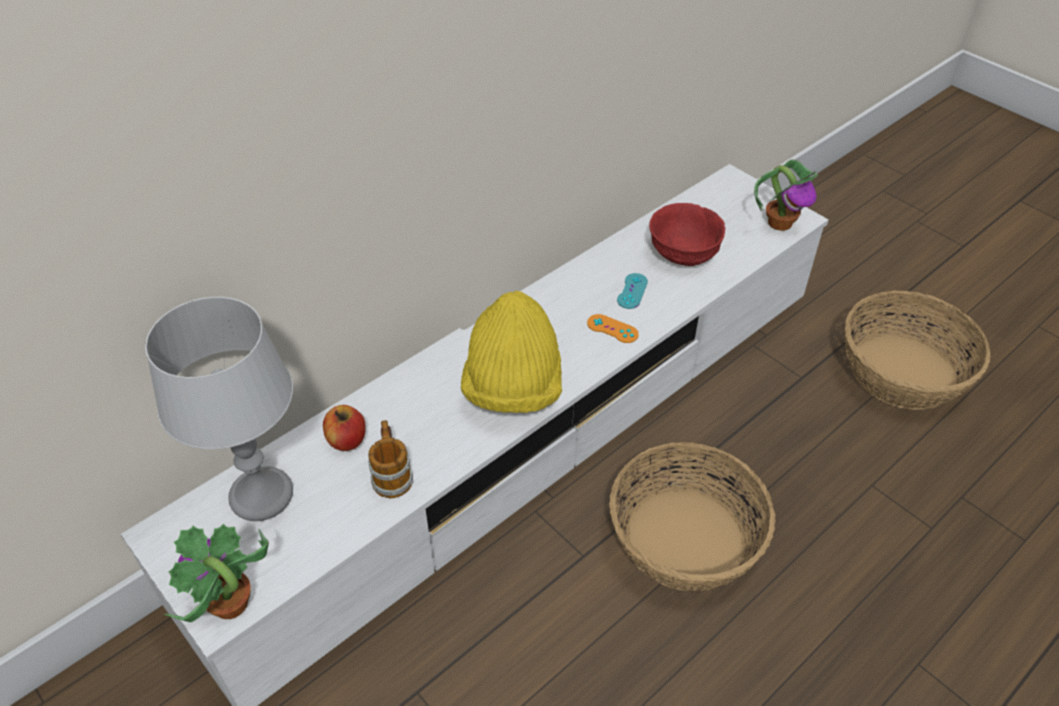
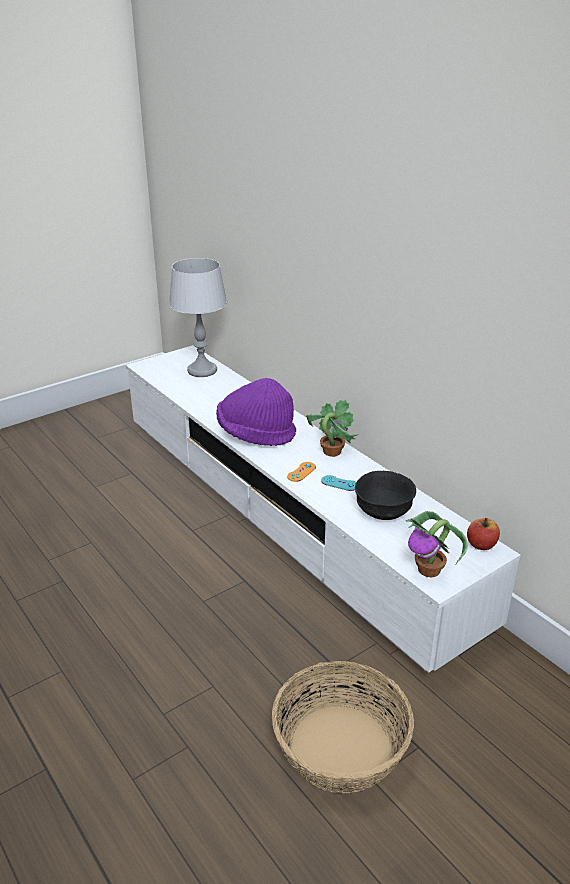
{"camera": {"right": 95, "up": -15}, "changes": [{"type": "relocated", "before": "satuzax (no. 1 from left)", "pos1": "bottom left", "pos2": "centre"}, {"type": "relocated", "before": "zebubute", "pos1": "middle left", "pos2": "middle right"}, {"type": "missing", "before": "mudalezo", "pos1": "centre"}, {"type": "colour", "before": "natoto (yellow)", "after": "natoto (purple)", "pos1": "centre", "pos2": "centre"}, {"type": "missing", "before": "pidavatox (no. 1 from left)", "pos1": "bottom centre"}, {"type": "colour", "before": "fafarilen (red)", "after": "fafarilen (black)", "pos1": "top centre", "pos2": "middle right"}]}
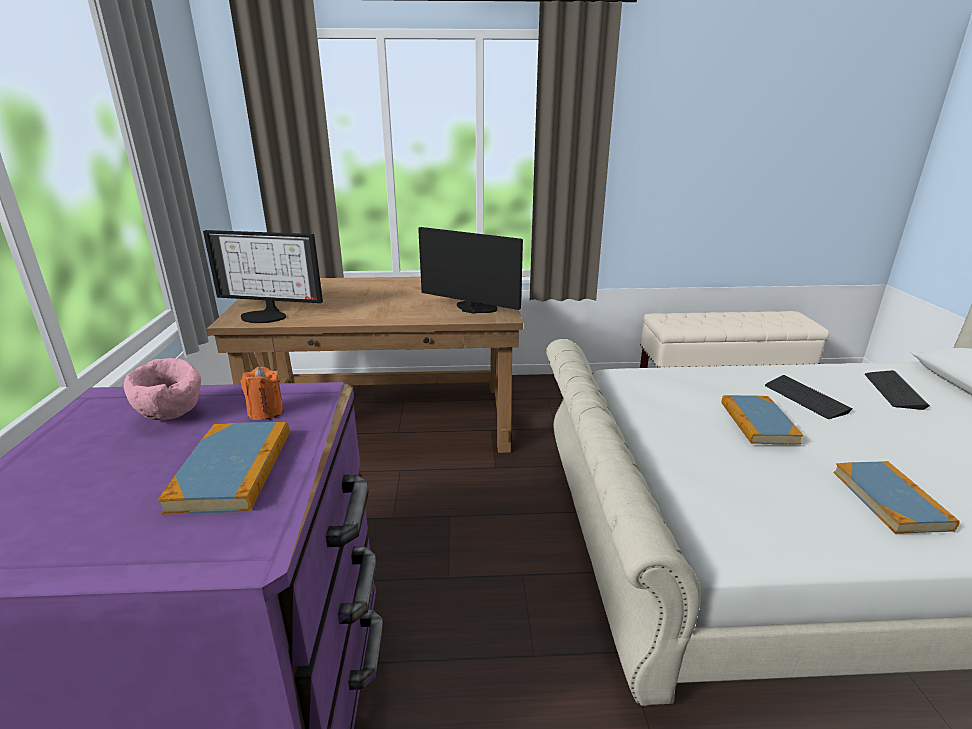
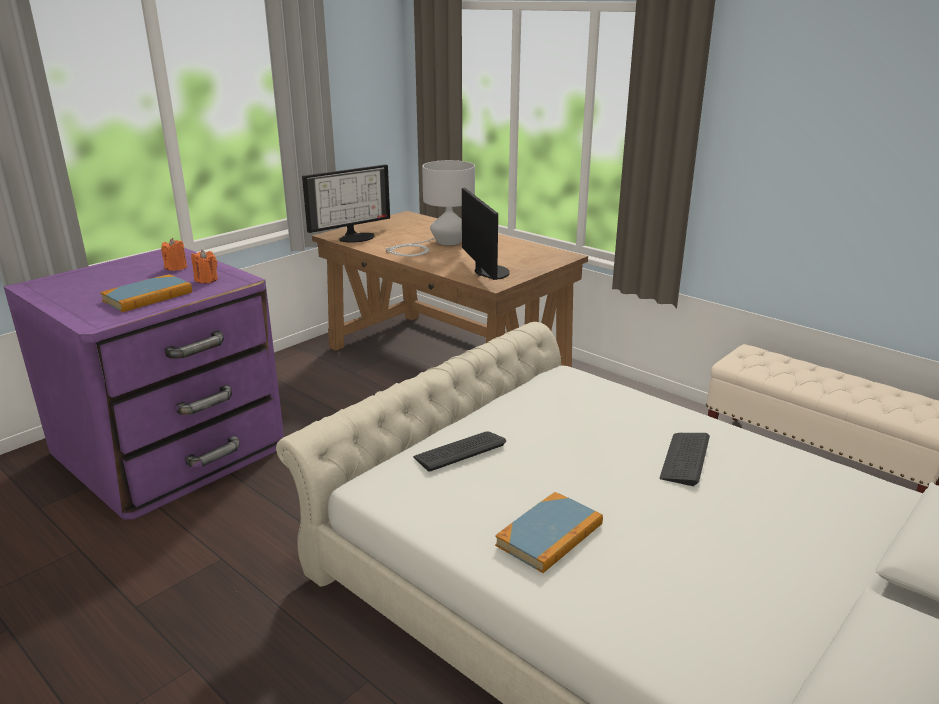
{"camera": {"right": 45, "up": 0}, "changes": [{"type": "exchanged", "before": "fafarilen (pink)", "after": "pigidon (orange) (no. 1 from left)", "pos1": "middle left", "pos2": "middle left"}, {"type": "spun", "before": "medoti (no. 1 from left)", "pos1": "middle left", "pos2": "top centre", "turn": -90}, {"type": "missing", "before": "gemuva (no. 2 from left)", "pos1": "middle right"}, {"type": "relocated", "before": "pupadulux (no. 2 from left in the first image)", "after": "pupadulux (no. 1 from left)", "pos1": "middle right", "pos2": "centre"}, {"type": "appeared", "after": "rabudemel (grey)", "pos2": "top centre"}]}
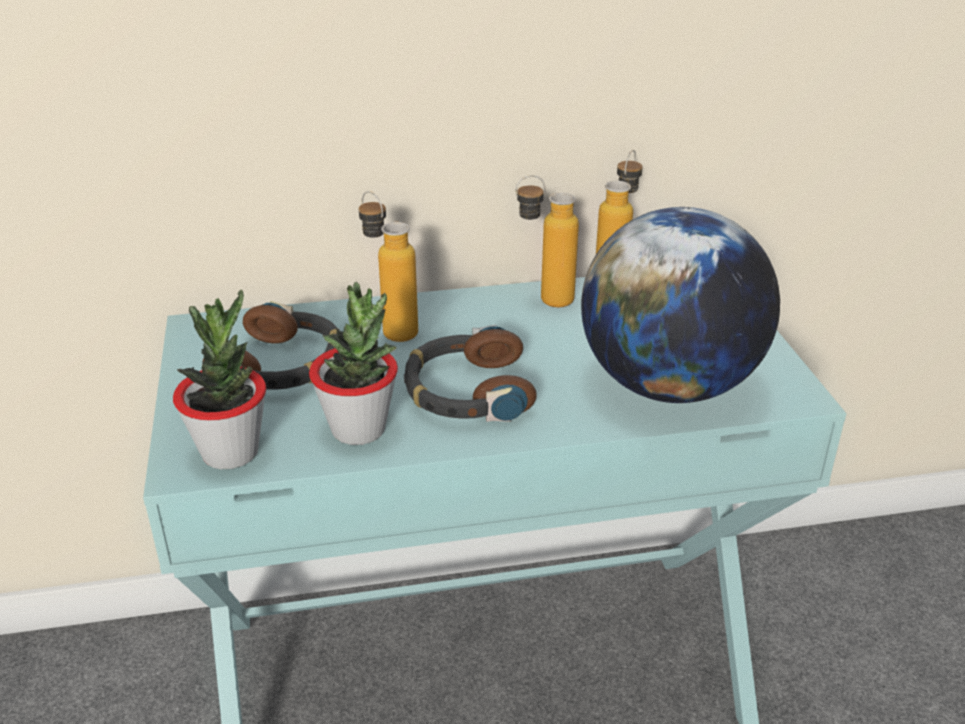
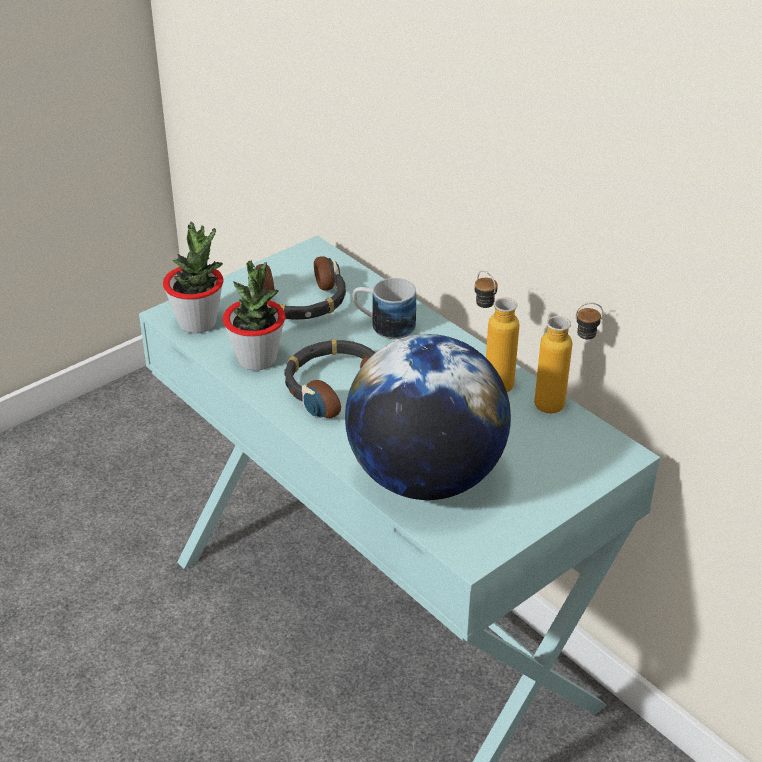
{"camera": {"right": 60, "up": 5}, "changes": [{"type": "exchanged", "before": "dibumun (no. 1 from left)", "after": "mudalezo", "pos1": "centre", "pos2": "centre"}]}
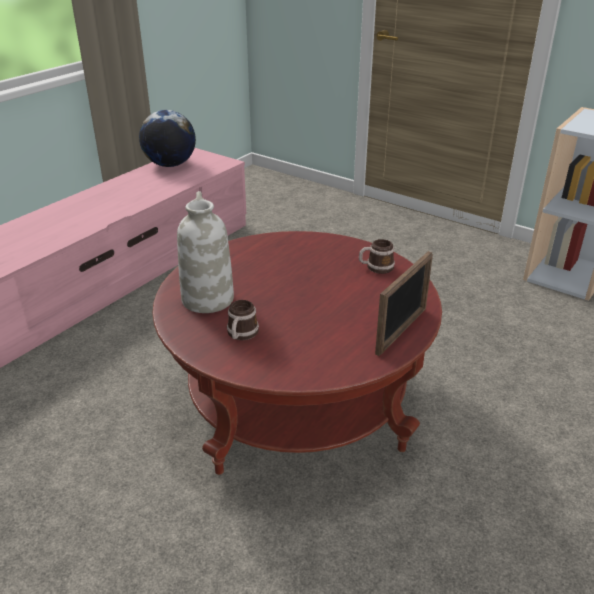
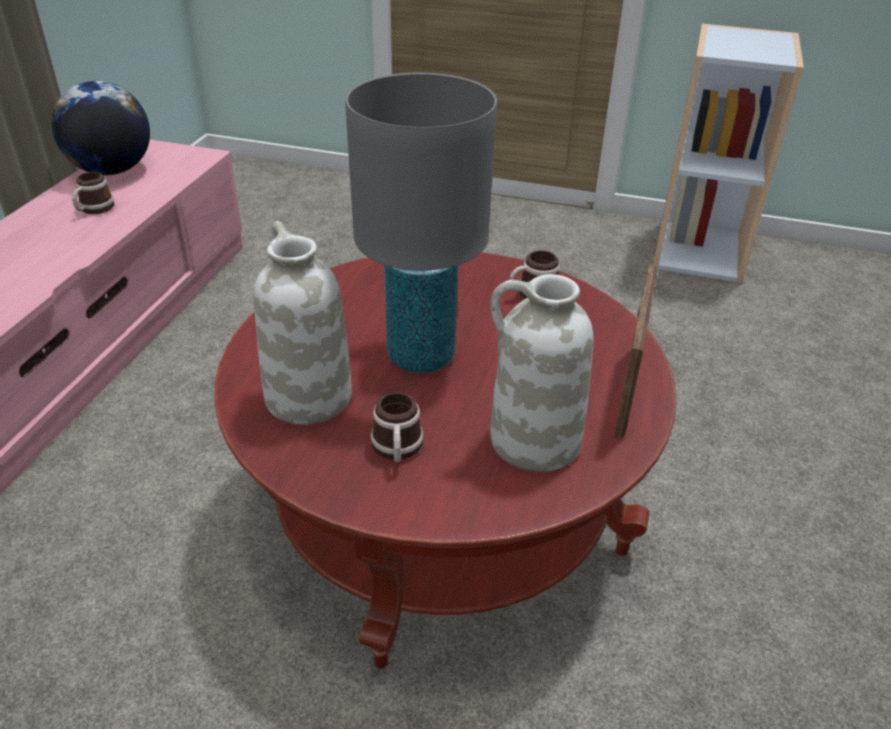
{"camera": {"right": -20, "up": 5}, "changes": [{"type": "appeared", "after": "mudalezo (no. 1 from left)", "pos2": "top left"}, {"type": "appeared", "after": "rabudemel (grey)", "pos2": "top centre"}, {"type": "appeared", "after": "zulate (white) (no. 2 from left)", "pos2": "centre"}]}
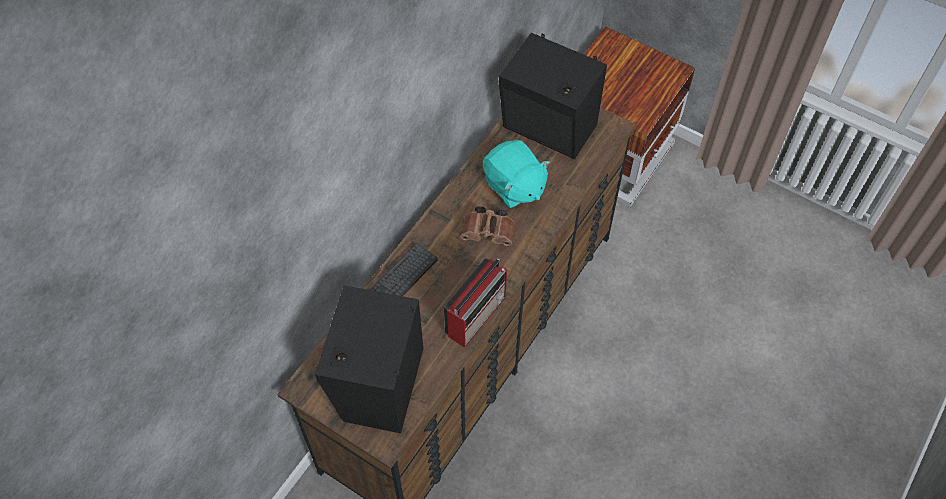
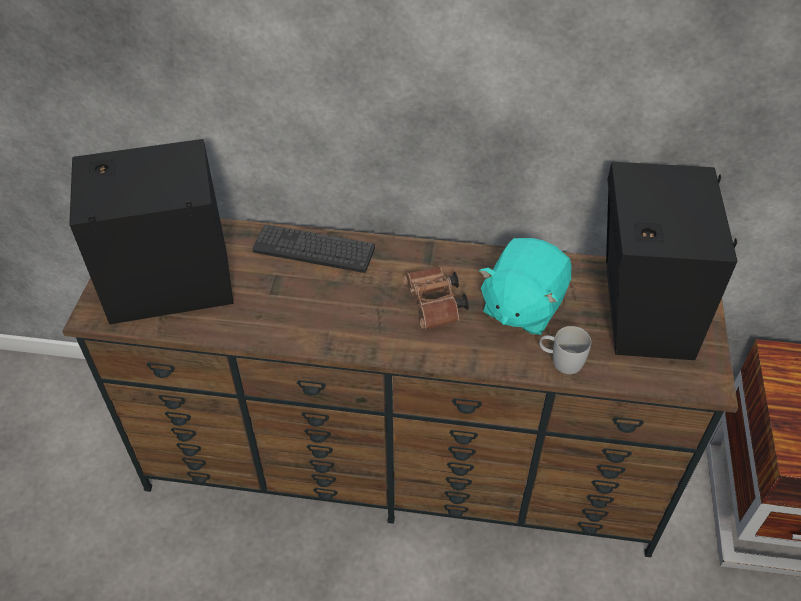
{"camera": {"right": 65, "up": -10}, "changes": [{"type": "missing", "before": "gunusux", "pos1": "centre"}, {"type": "appeared", "after": "mudalezo (white)", "pos2": "middle right"}]}
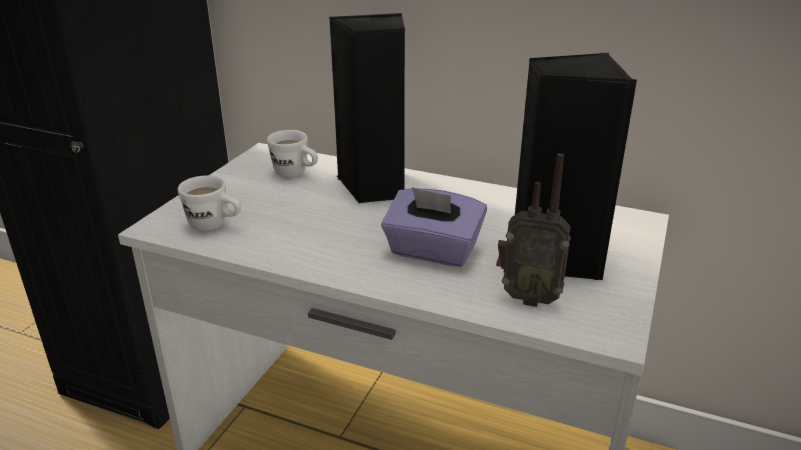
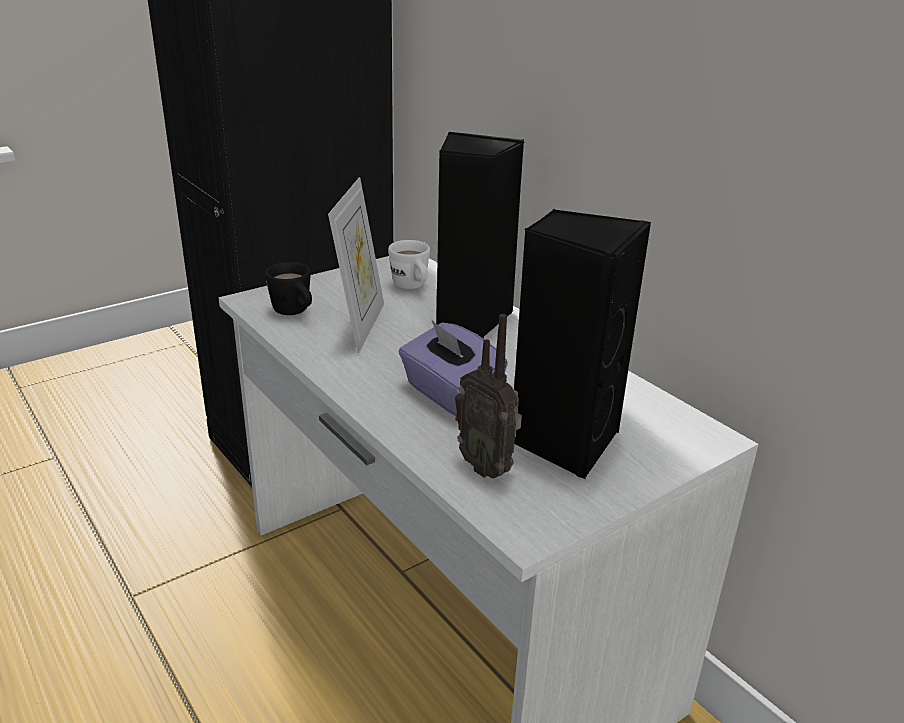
{"camera": {"right": 30, "up": 0}, "changes": [{"type": "colour", "before": "mudalezo (white) (no. 1 from left)", "after": "mudalezo (black)", "pos1": "middle left", "pos2": "middle left"}, {"type": "appeared", "after": "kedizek", "pos2": "centre"}]}
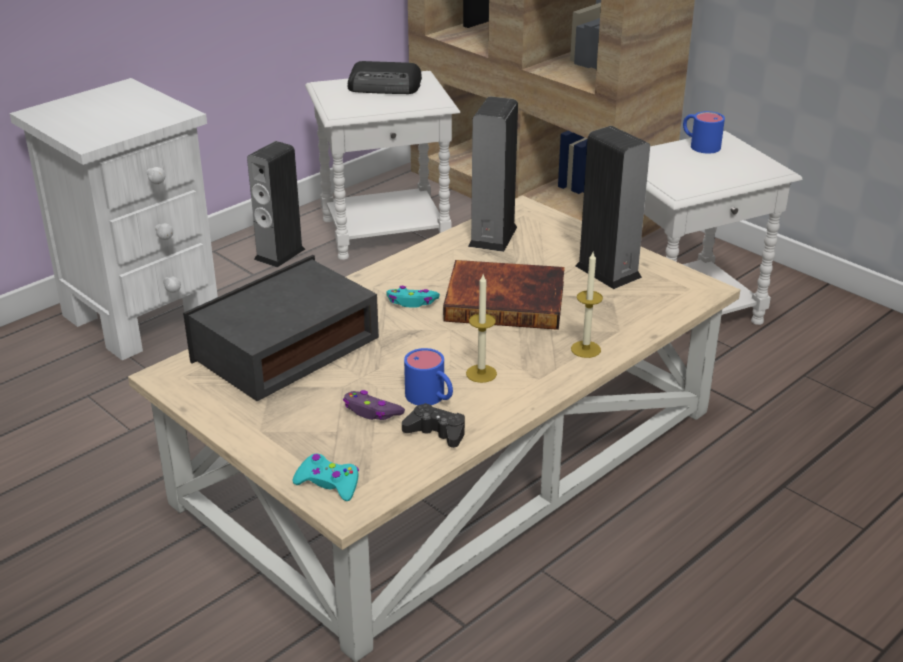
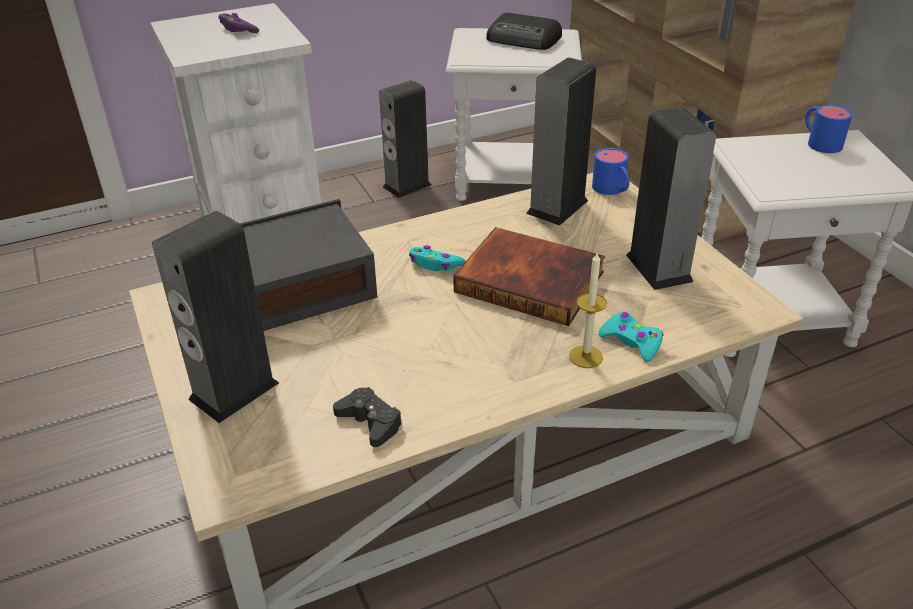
{"camera": {"right": 20, "up": 5}, "changes": [{"type": "relocated", "before": "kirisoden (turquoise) (no. 1 from left in the first image)", "after": "kirisoden (turquoise) (no. 2 from left)", "pos1": "bottom centre", "pos2": "middle right"}, {"type": "relocated", "before": "kirisoden (purple)", "pos1": "centre", "pos2": "top left"}, {"type": "relocated", "before": "mudalezo (blue) (no. 1 from left)", "pos1": "centre", "pos2": "top right"}, {"type": "missing", "before": "pigidon (no. 1 from left)", "pos1": "centre"}, {"type": "appeared", "after": "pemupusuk (no. 1 from left)", "pos2": "middle left"}]}
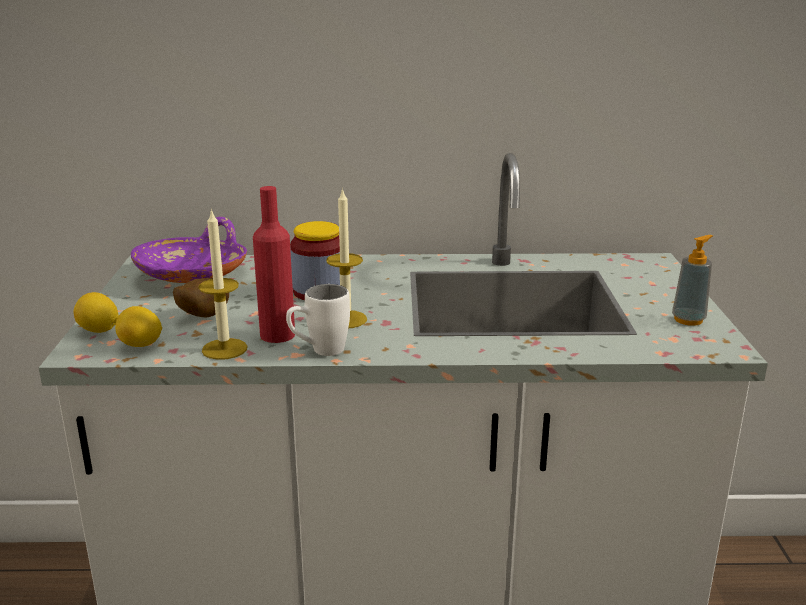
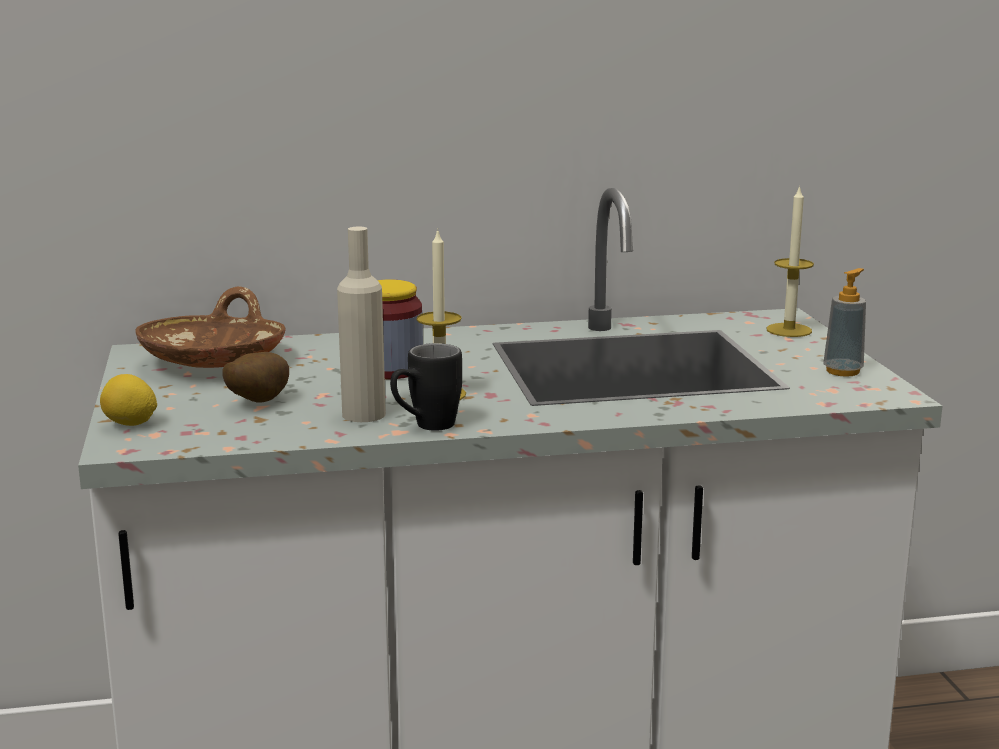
{"camera": {"right": -10, "up": -5}, "changes": [{"type": "missing", "before": "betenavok (no. 2 from left)", "pos1": "middle left"}, {"type": "colour", "before": "fafarilen (purple)", "after": "fafarilen (brown)", "pos1": "middle left", "pos2": "middle left"}, {"type": "relocated", "before": "pigidon (no. 1 from left in the first image)", "after": "pigidon (no. 2 from left)", "pos1": "middle left", "pos2": "middle right"}, {"type": "colour", "before": "dibumun (red)", "after": "dibumun (beige)", "pos1": "centre", "pos2": "centre"}, {"type": "colour", "before": "mudalezo (white)", "after": "mudalezo (black)", "pos1": "centre", "pos2": "centre"}]}
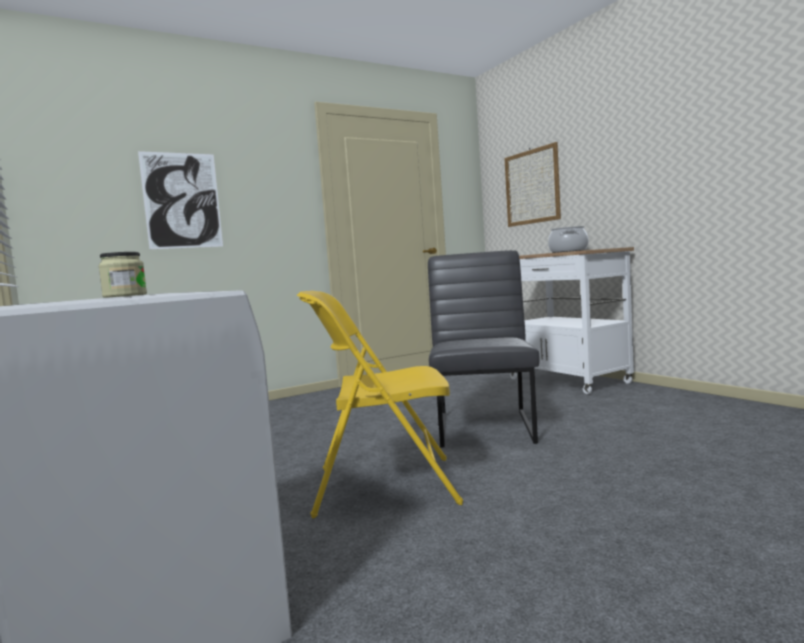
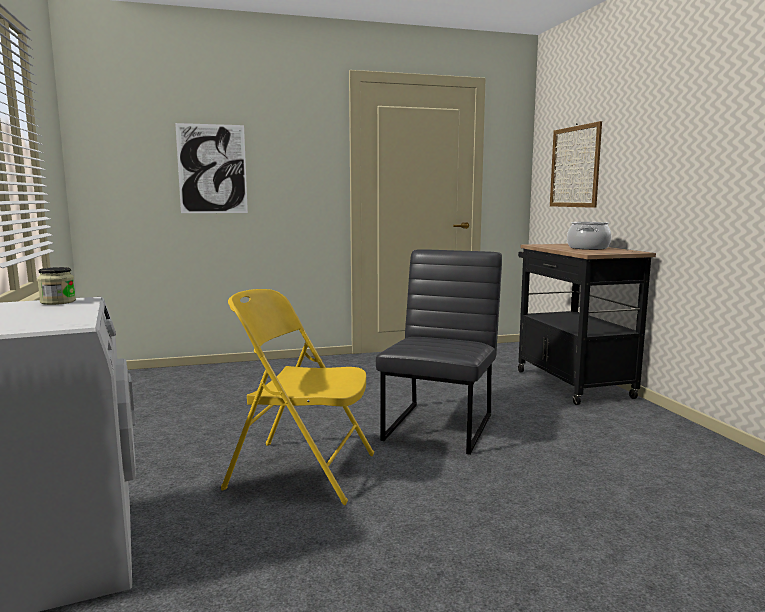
{"camera": {"right": 15, "up": 5}, "changes": [{"type": "colour", "before": "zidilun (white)", "after": "zidilun (black)", "pos1": "middle right", "pos2": "middle right"}]}
